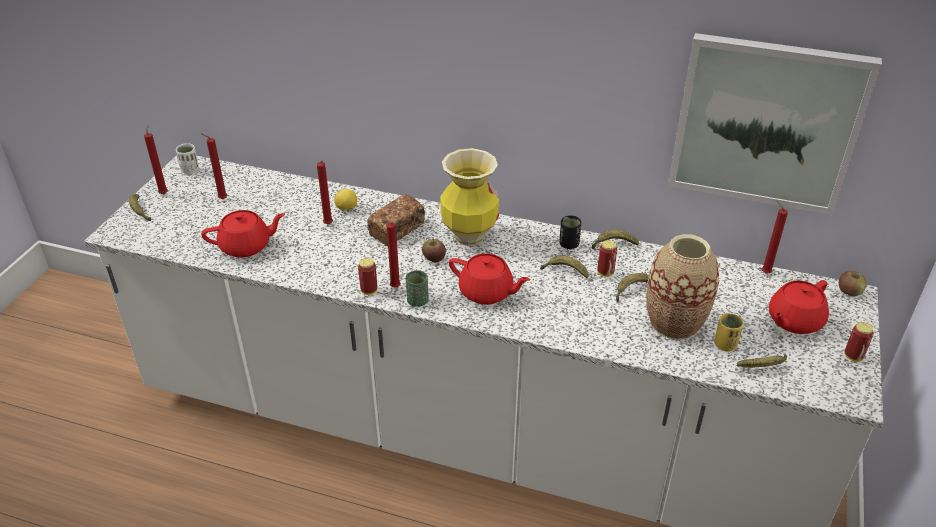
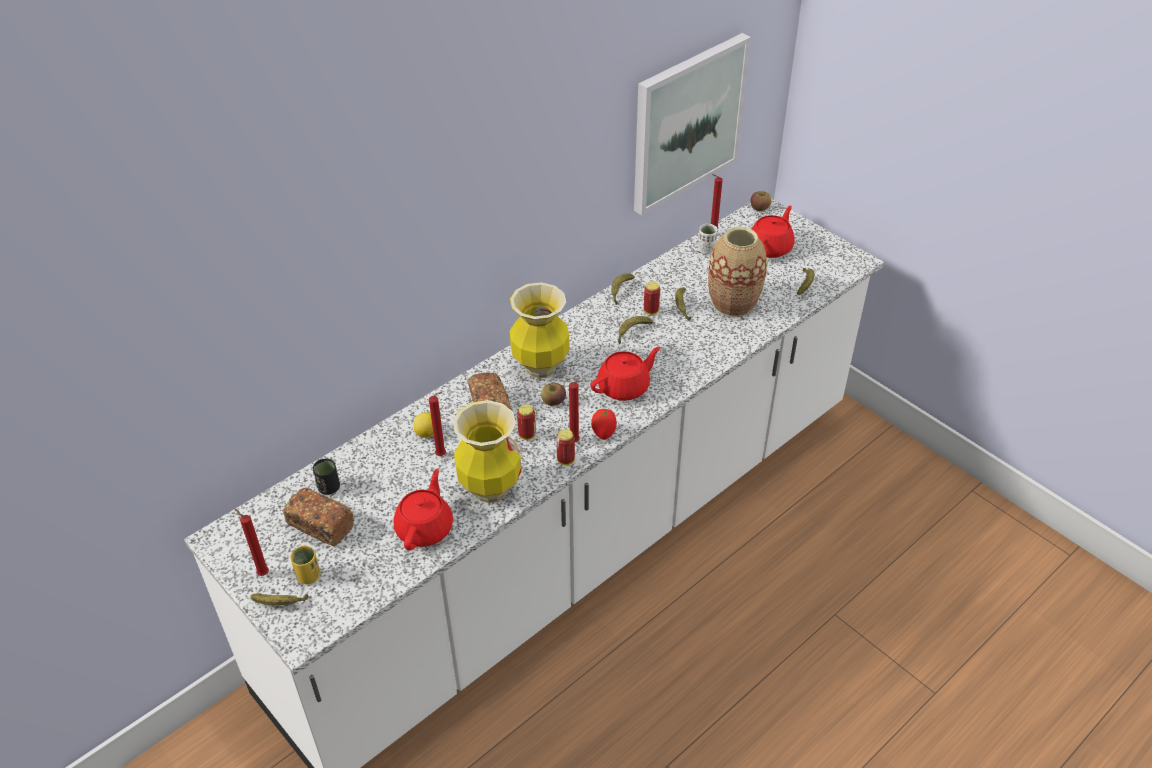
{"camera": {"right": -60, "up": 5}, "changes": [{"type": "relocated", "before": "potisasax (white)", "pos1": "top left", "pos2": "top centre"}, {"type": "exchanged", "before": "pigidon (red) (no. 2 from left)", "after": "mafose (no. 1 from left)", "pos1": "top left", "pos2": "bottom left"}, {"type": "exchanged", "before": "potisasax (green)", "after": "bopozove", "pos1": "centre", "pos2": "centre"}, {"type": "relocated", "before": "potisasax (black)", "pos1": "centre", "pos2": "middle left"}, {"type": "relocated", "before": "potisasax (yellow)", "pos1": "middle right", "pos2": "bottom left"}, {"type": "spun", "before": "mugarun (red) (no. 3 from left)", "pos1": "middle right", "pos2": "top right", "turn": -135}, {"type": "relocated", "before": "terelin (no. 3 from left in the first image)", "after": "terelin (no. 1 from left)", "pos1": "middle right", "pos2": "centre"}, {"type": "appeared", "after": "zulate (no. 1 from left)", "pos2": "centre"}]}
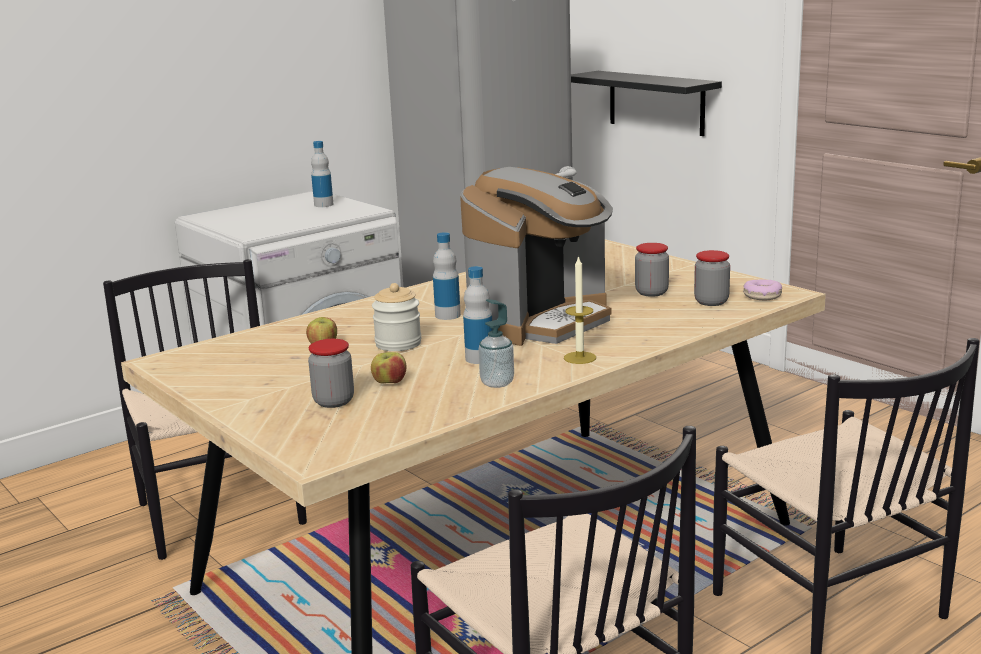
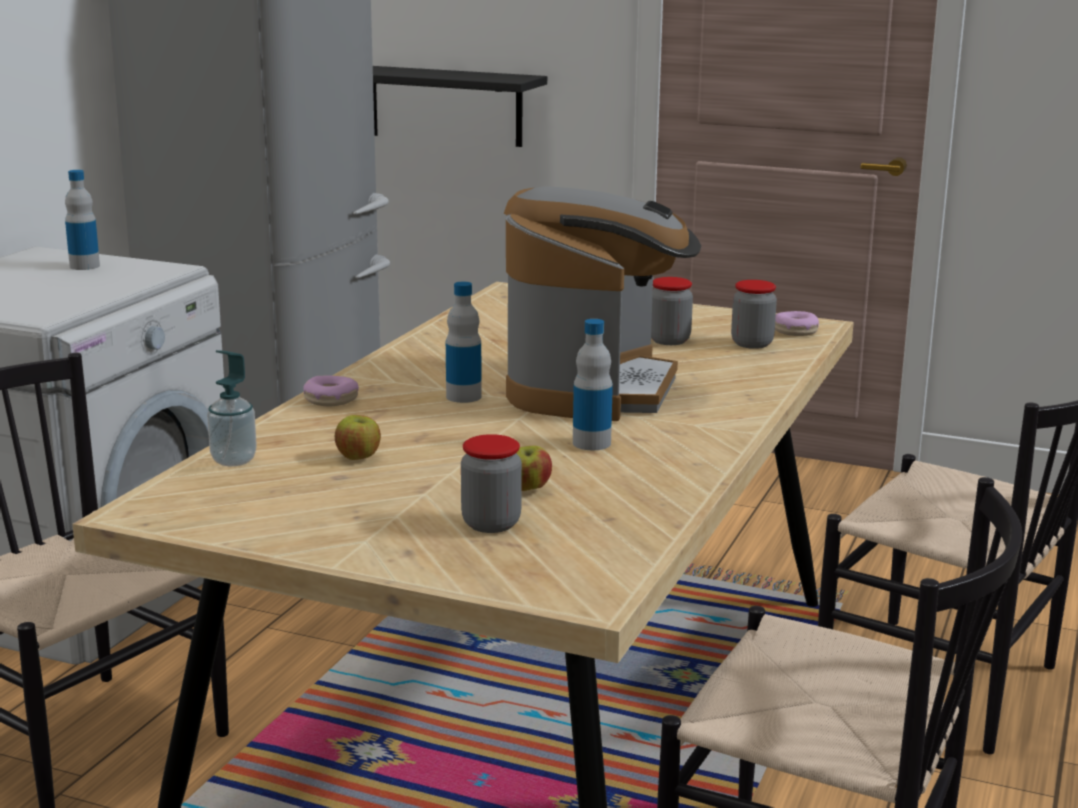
{"camera": {"right": -30, "up": 0}, "changes": [{"type": "missing", "before": "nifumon (no. 2 from left)", "pos1": "centre"}, {"type": "relocated", "before": "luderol", "pos1": "centre", "pos2": "middle left"}, {"type": "missing", "before": "pigidon", "pos1": "centre"}, {"type": "appeared", "after": "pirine (no. 1 from left)", "pos2": "middle left"}]}
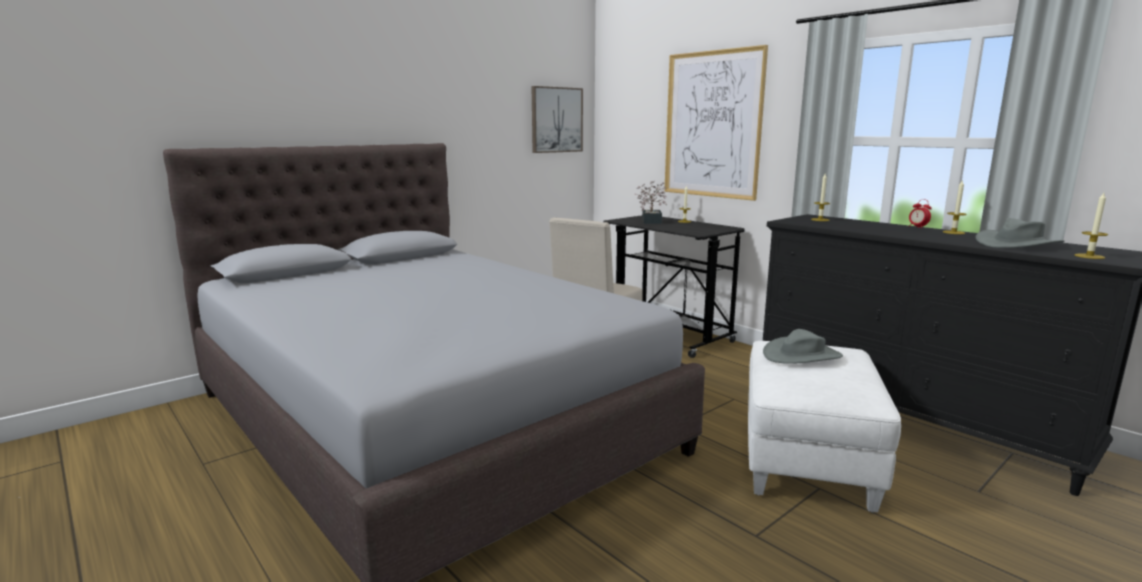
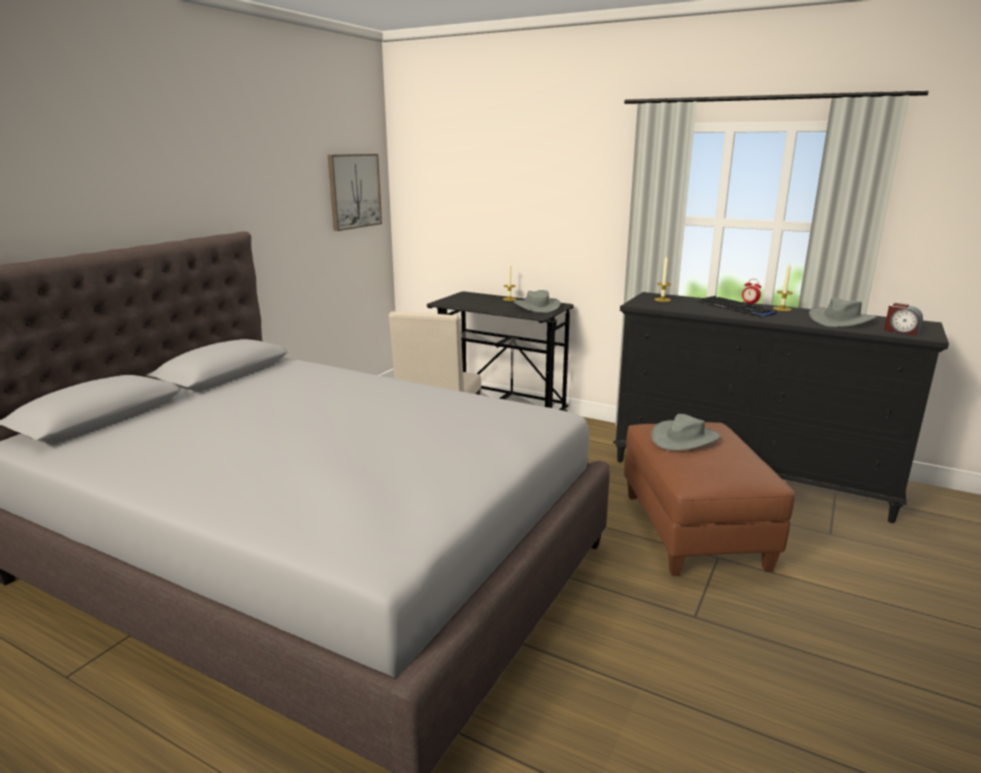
{"camera": {"right": -20, "up": 5}, "changes": [{"type": "missing", "before": "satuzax", "pos1": "centre"}, {"type": "missing", "before": "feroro (no. 2 from left)", "pos1": "top centre"}, {"type": "colour", "before": "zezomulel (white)", "after": "zezomulel (brown)", "pos1": "bottom right", "pos2": "middle right"}, {"type": "exchanged", "before": "pigidon (no. 4 from left)", "after": "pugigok (no. 2 from left)", "pos1": "middle right", "pos2": "middle right"}, {"type": "appeared", "after": "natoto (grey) (no. 1 from left)", "pos2": "centre"}, {"type": "appeared", "after": "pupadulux", "pos2": "middle right"}]}
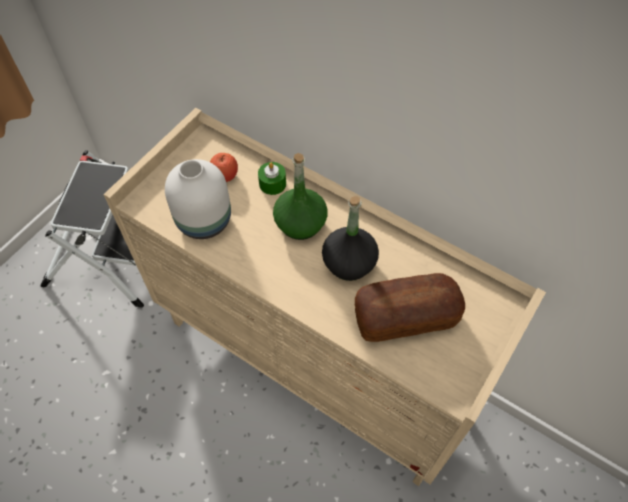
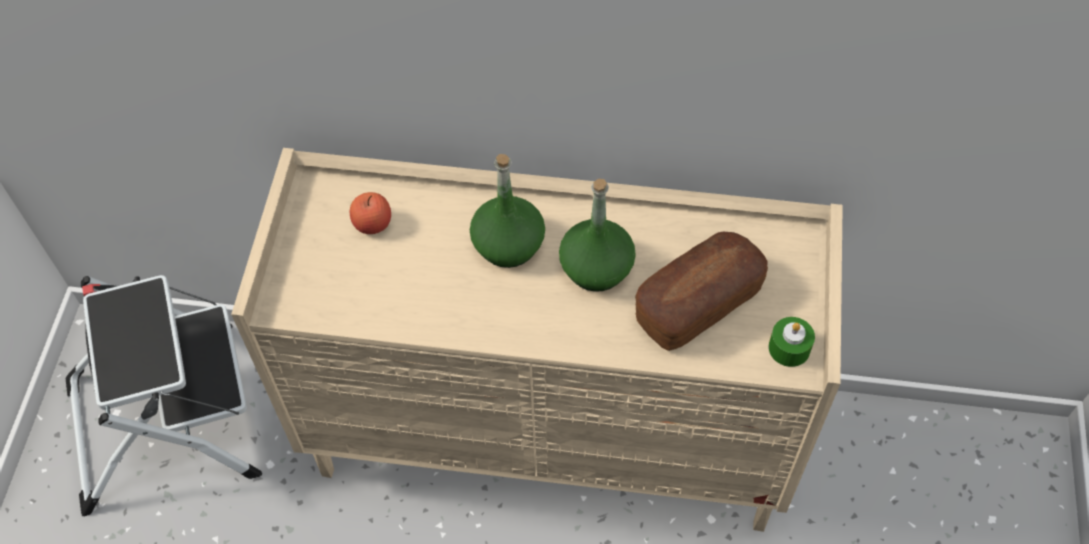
{"camera": {"right": -25, "up": 0}, "changes": [{"type": "missing", "before": "zulate (white)", "pos1": "middle left"}, {"type": "relocated", "before": "pigidon (green)", "pos1": "centre", "pos2": "middle right"}, {"type": "colour", "before": "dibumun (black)", "after": "dibumun (green) (no. 2 from left)", "pos1": "centre", "pos2": "centre"}]}
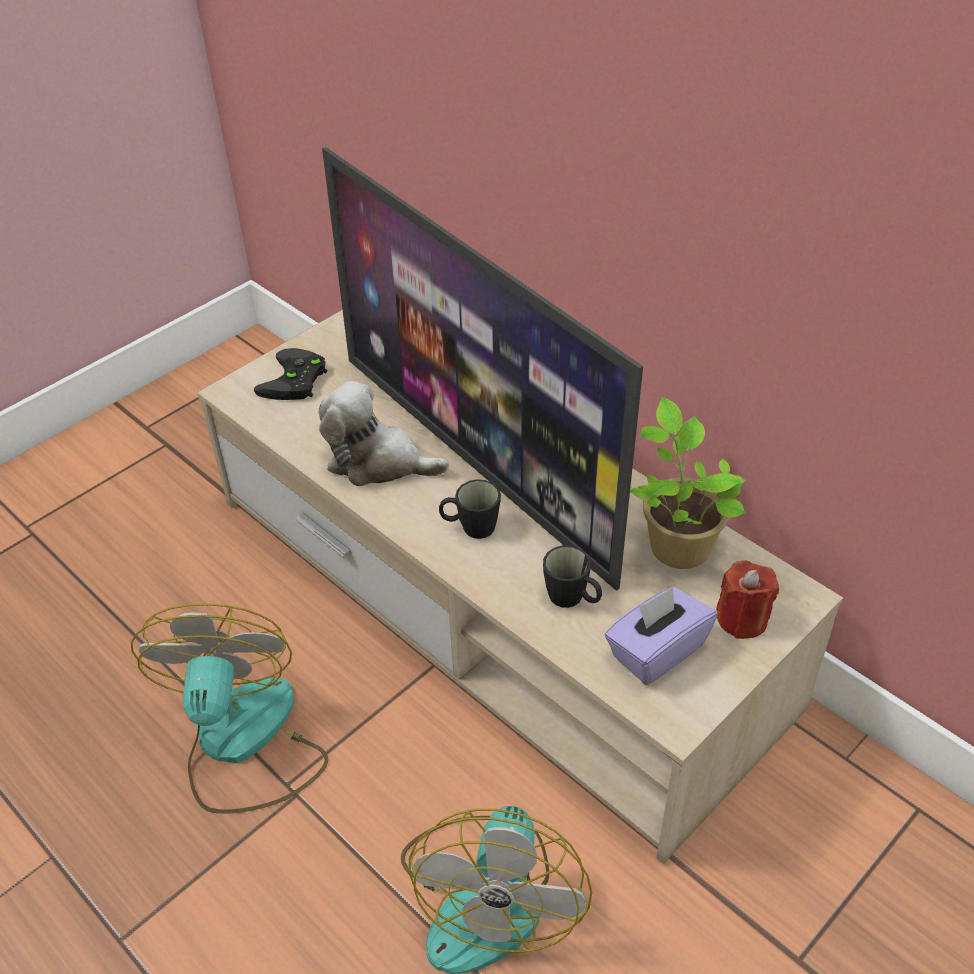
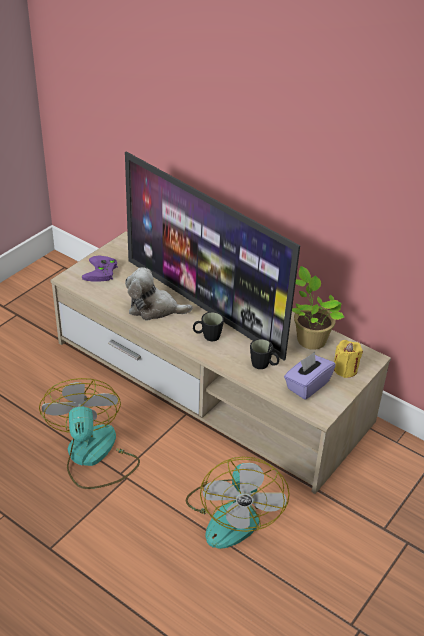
{"camera": {"right": -10, "up": -5}, "changes": [{"type": "colour", "before": "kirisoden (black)", "after": "kirisoden (purple)", "pos1": "middle left", "pos2": "middle left"}, {"type": "colour", "before": "pigidon (red)", "after": "pigidon (yellow)", "pos1": "middle right", "pos2": "middle right"}]}
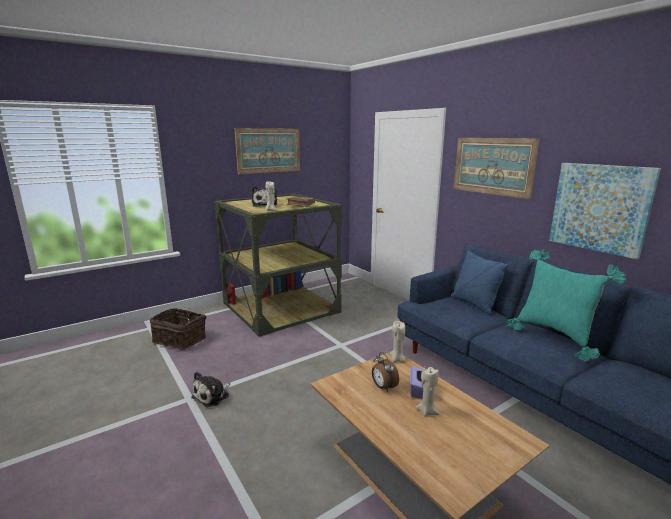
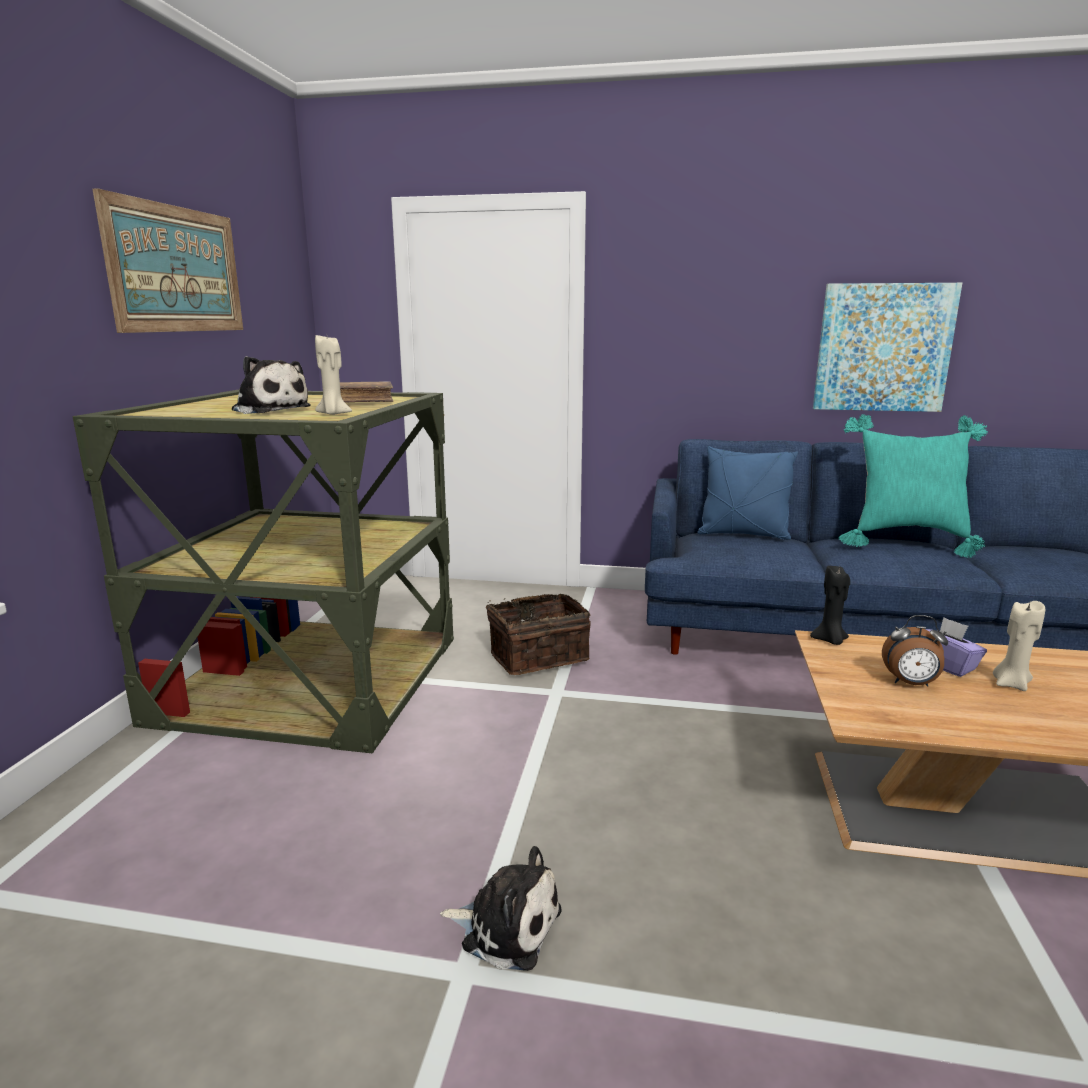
{"camera": {"right": -45, "up": 0}, "changes": [{"type": "relocated", "before": "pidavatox", "pos1": "middle left", "pos2": "centre"}, {"type": "spun", "before": "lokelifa (no. 1 from left in the first image)", "pos1": "bottom left", "pos2": "bottom centre", "turn": -60}, {"type": "colour", "before": "pigidon (beige) (no. 2 from left)", "after": "pigidon (black)", "pos1": "centre", "pos2": "middle right"}, {"type": "missing", "before": "feroro (no. 2 from left)", "pos1": "top right"}]}
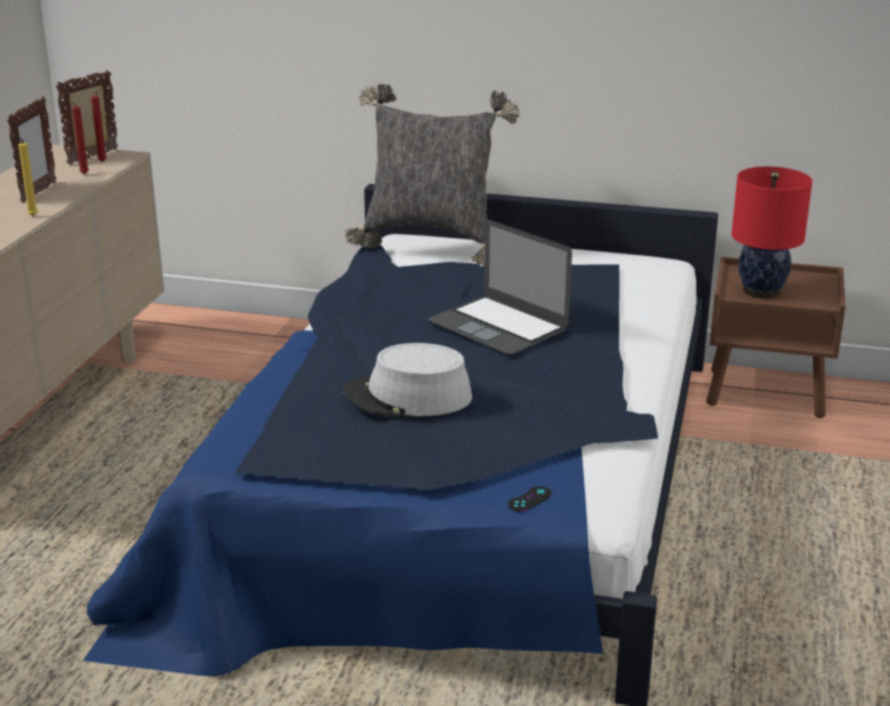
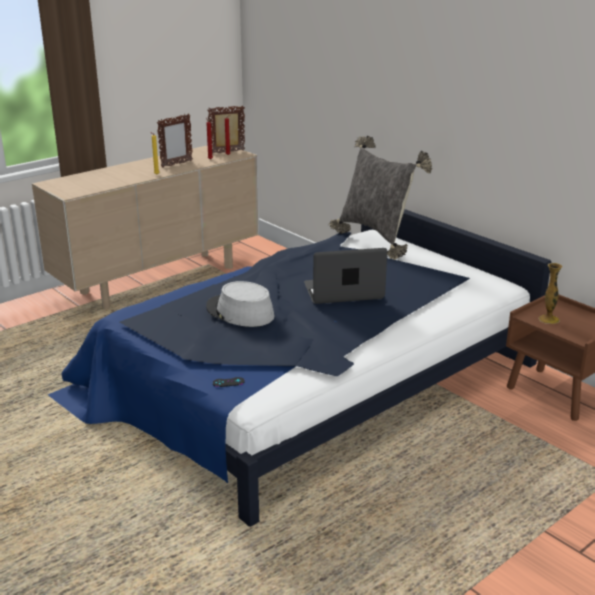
{"camera": {"right": 35, "up": 0}, "changes": [{"type": "spun", "before": "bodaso", "pos1": "centre", "pos2": "centre", "turn": 90}, {"type": "exchanged", "before": "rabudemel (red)", "after": "zulate", "pos1": "top right", "pos2": "middle right"}]}
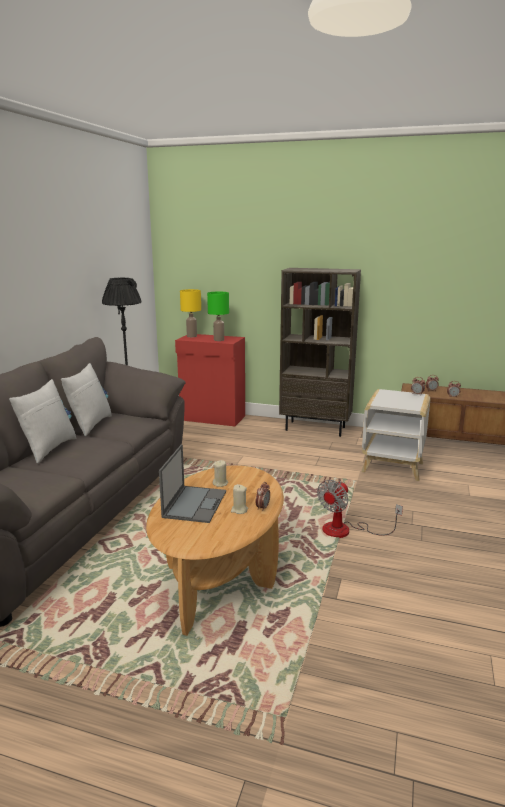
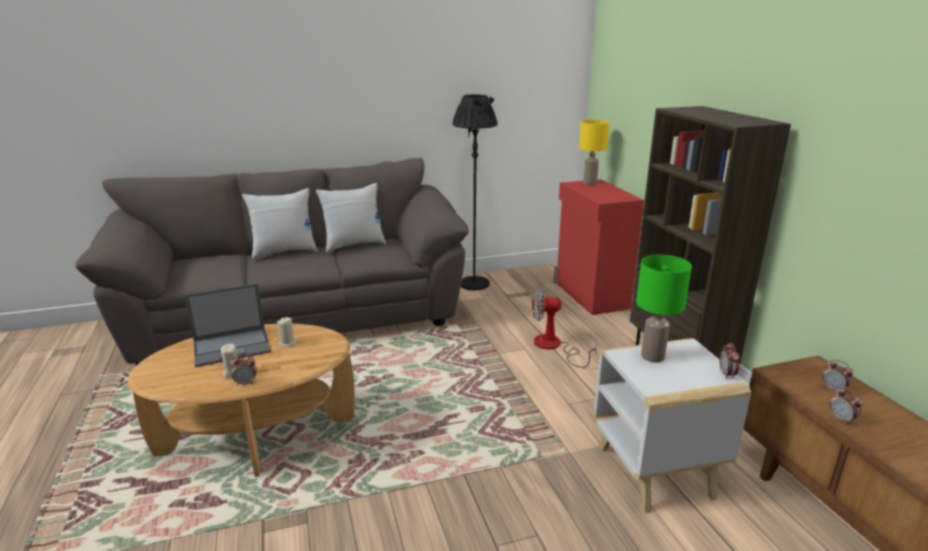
{"camera": {"right": 55, "up": 5}, "changes": [{"type": "relocated", "before": "rabudemel (green)", "pos1": "centre", "pos2": "middle right"}, {"type": "relocated", "before": "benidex", "pos1": "middle right", "pos2": "centre"}]}
